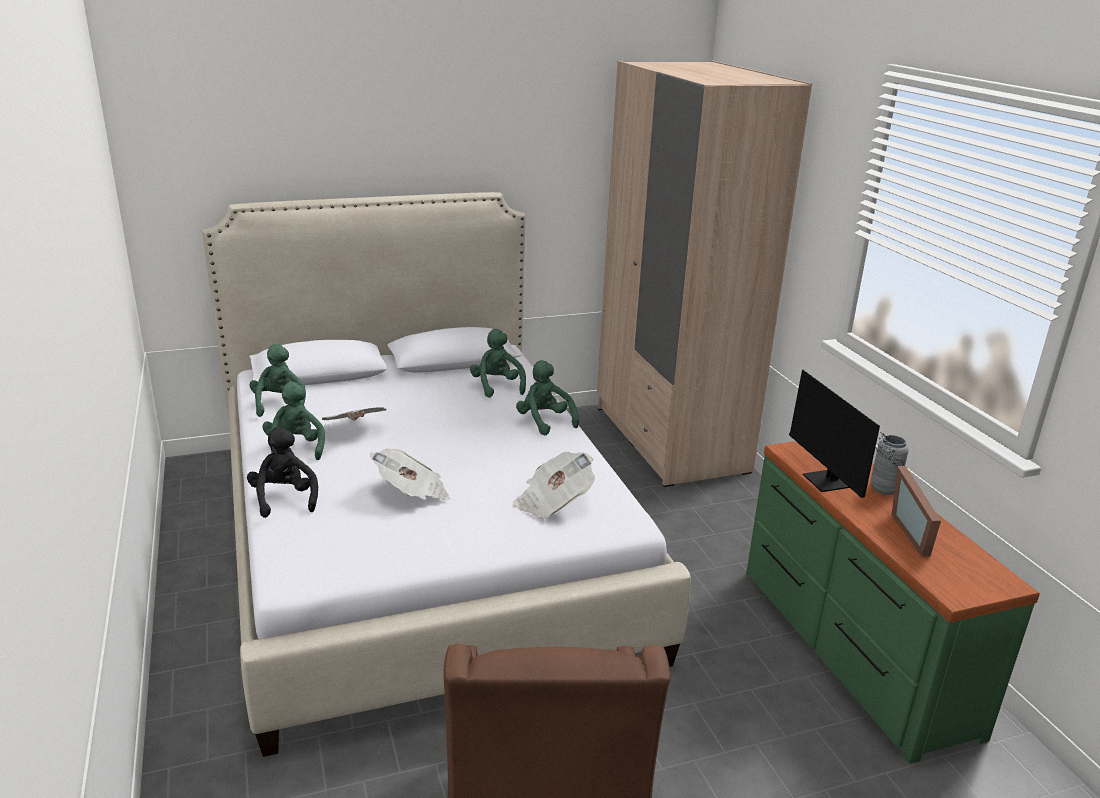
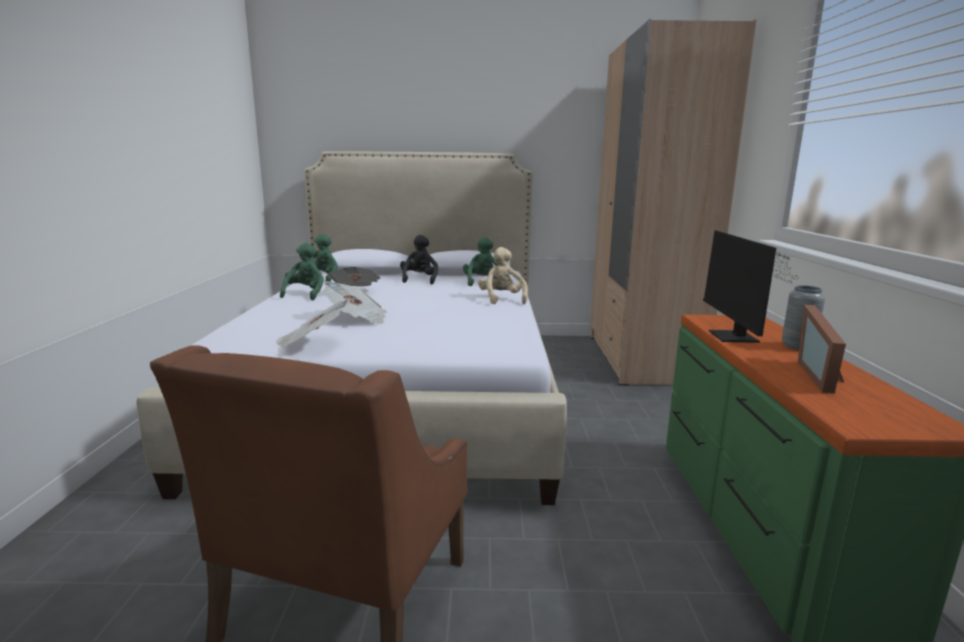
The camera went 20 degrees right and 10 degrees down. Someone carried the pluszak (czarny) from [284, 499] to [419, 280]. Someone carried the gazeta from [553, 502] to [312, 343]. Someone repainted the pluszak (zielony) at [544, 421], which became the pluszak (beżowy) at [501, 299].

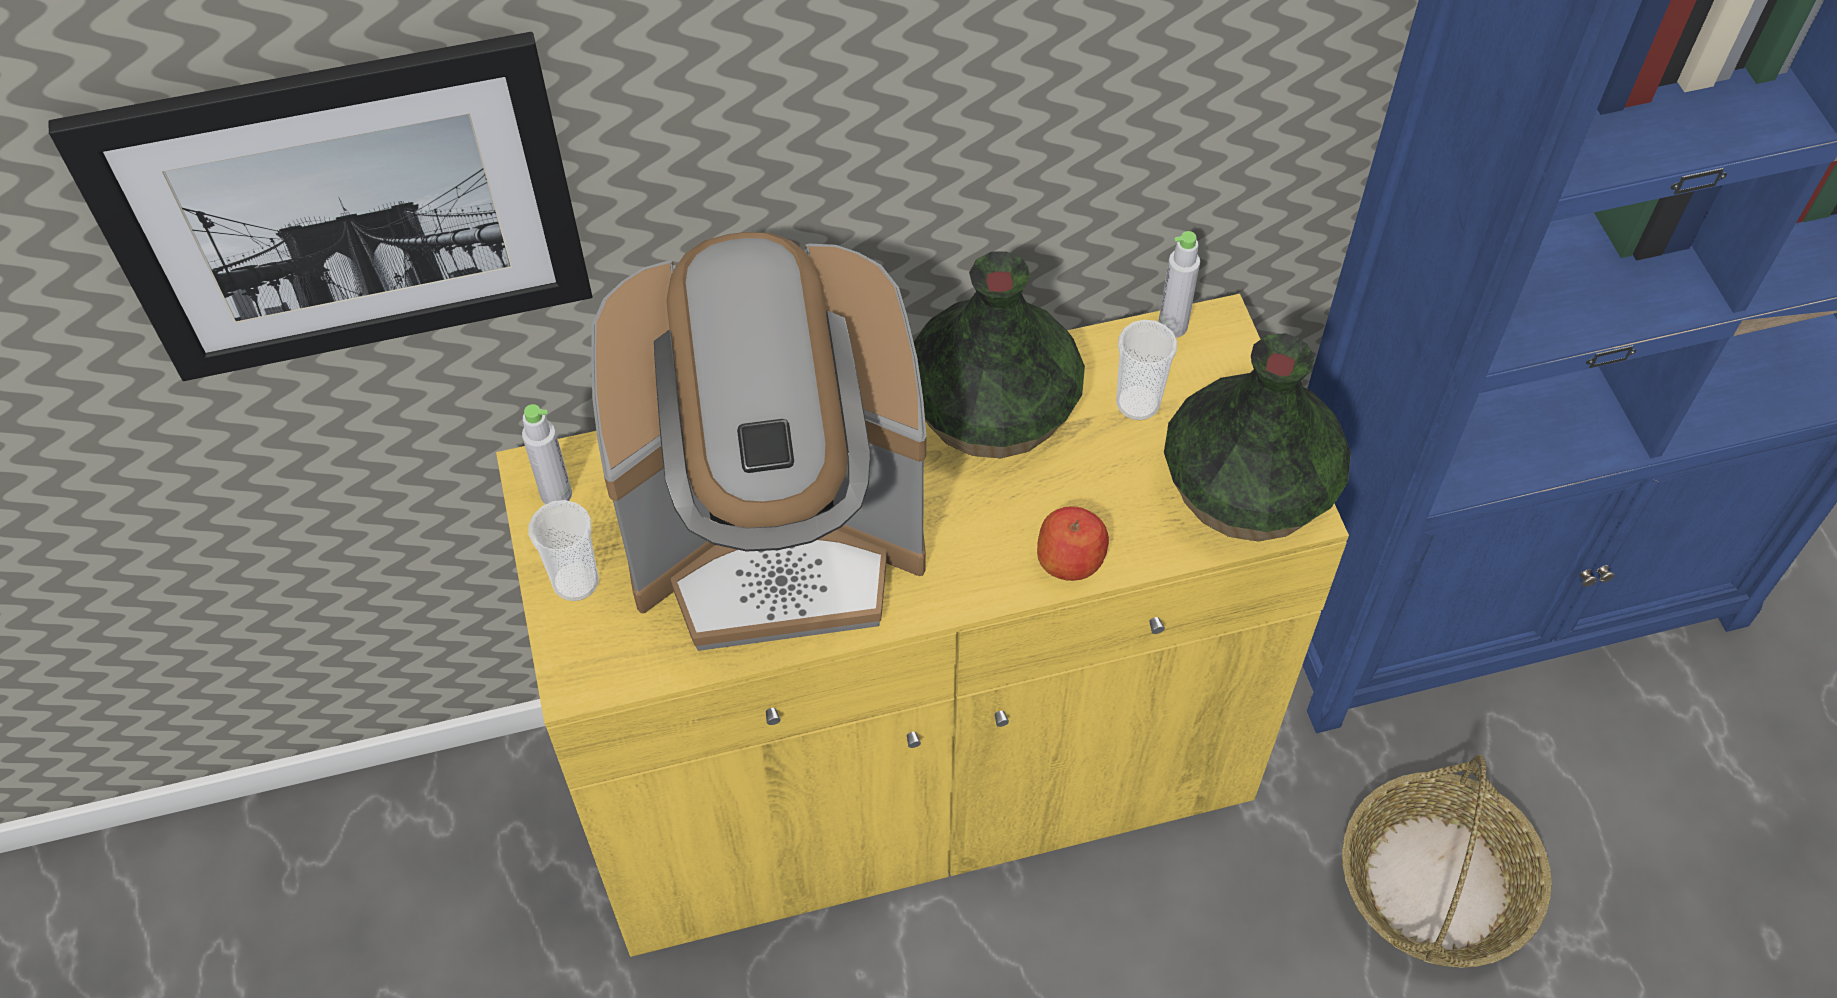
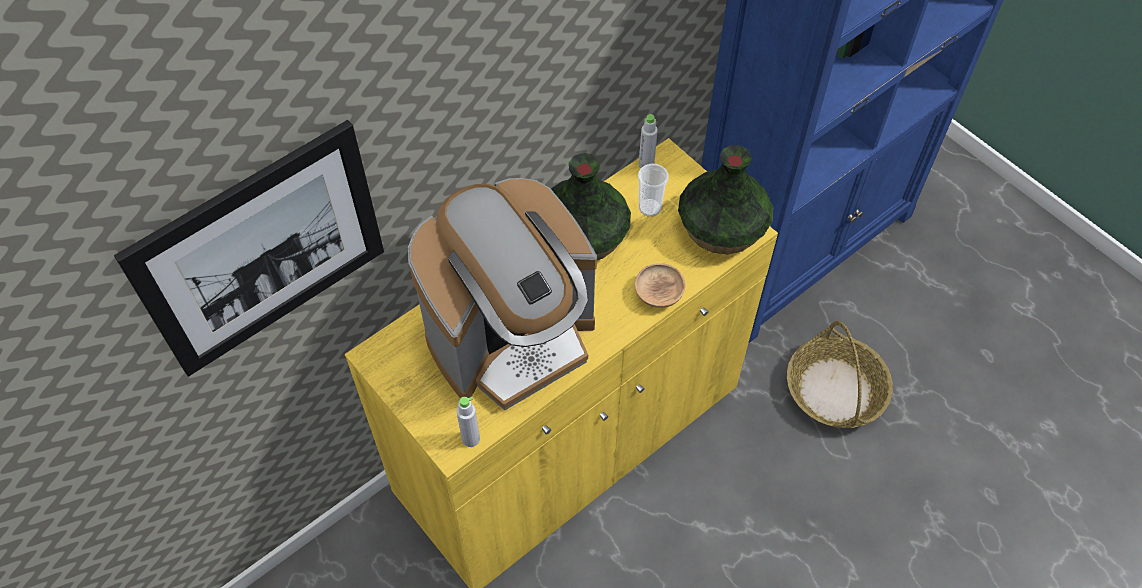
The camera went 25 degrees left and 0 degrees up. Someone carried the butelka (szary) from [556, 494] to [470, 439]. Someone took away the filiżanka at [576, 582]. Someone swapped the jabłko at [1070, 559] for the miska (brązowy) at [658, 294].

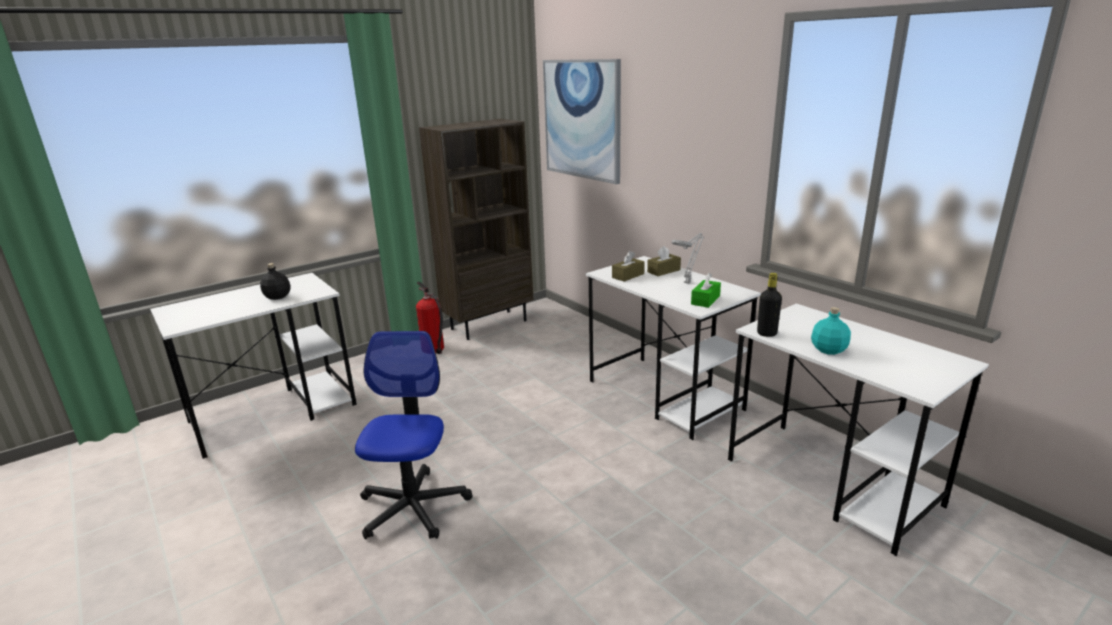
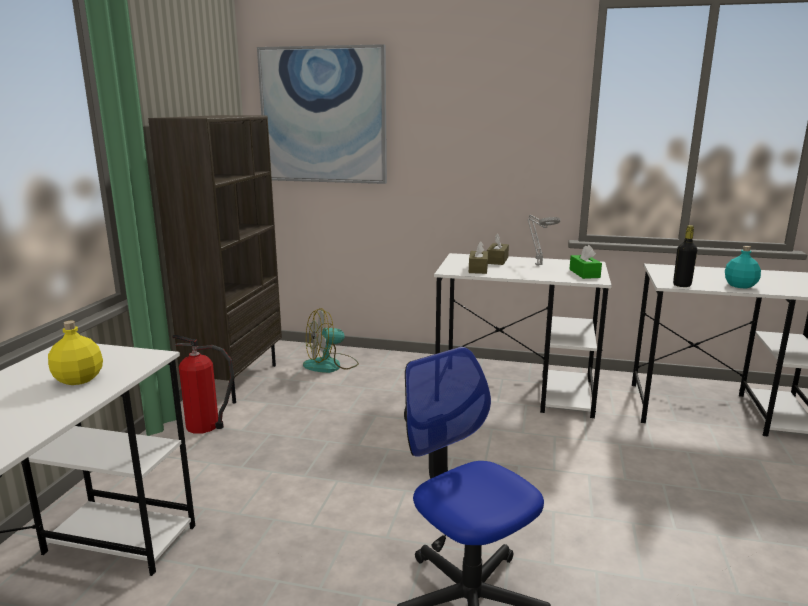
The camera went 40 degrees left and 5 degrees down. Someone repainted the butelka (czarny) at [277, 297], which became the butelka (żółty) at [79, 379]. Someone put down the wentylator at [331, 365].

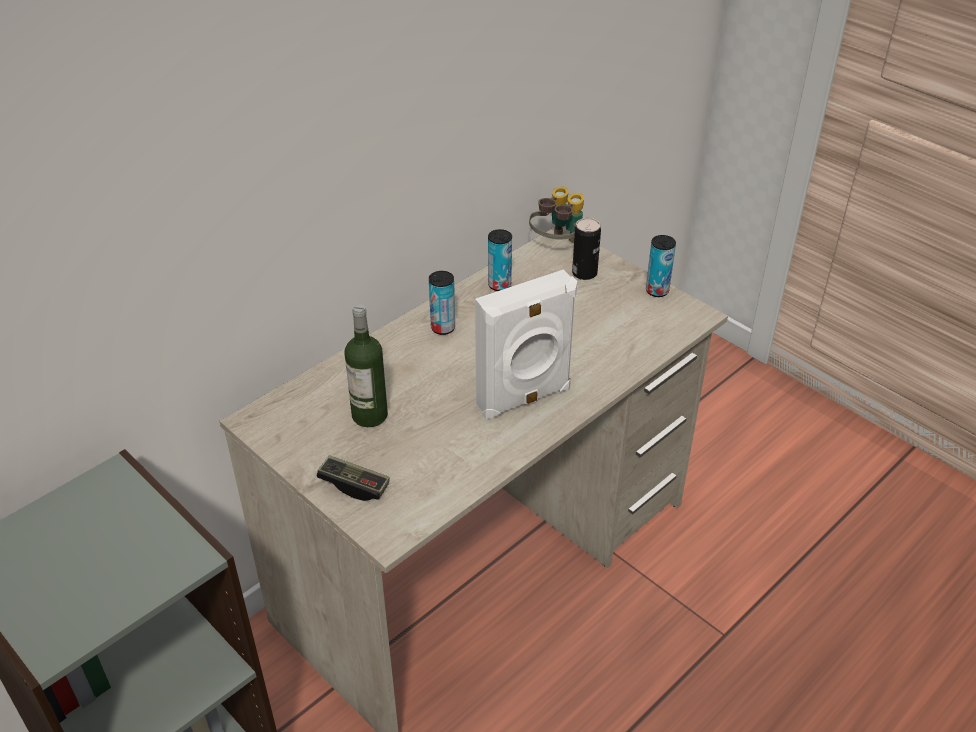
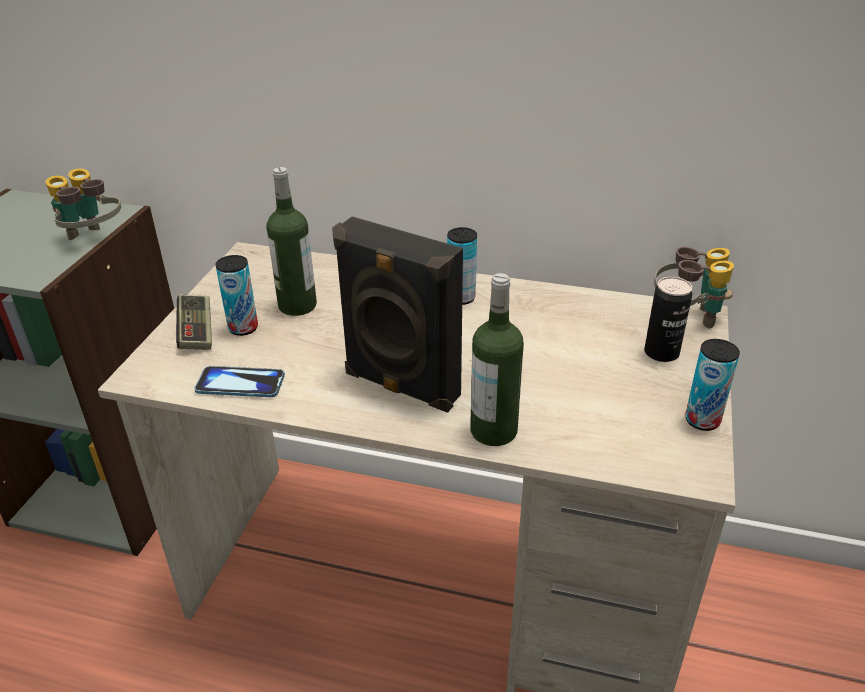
The camera went 60 degrees right and 5 degrees down. Someone repainted the głośnik (biały) at [525, 398], which became the głośnik (czarny) at [400, 387]. Someone carried the puszka from [499, 285] to [243, 328]. Someone put down the lornetka at [92, 240]. Someone put down the telefon at [240, 384]. Someone put down the butelka at [493, 431].

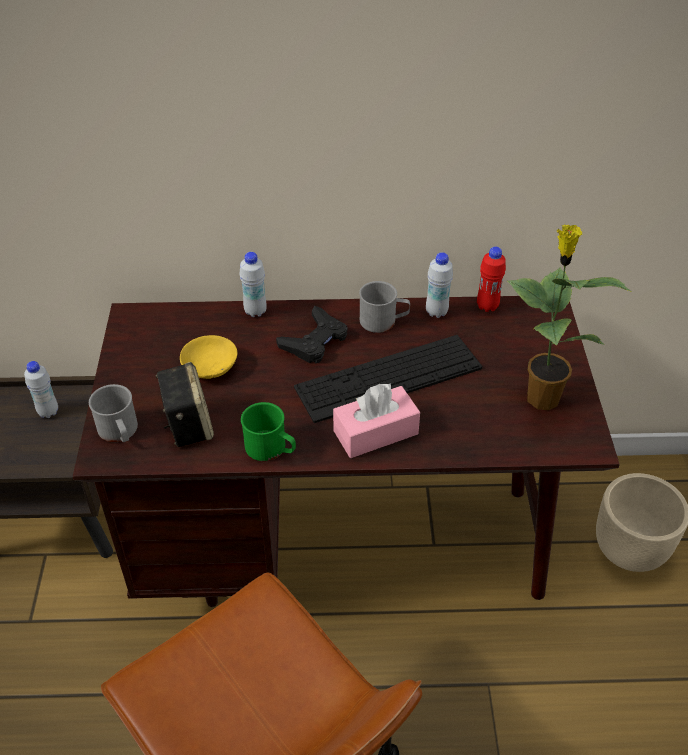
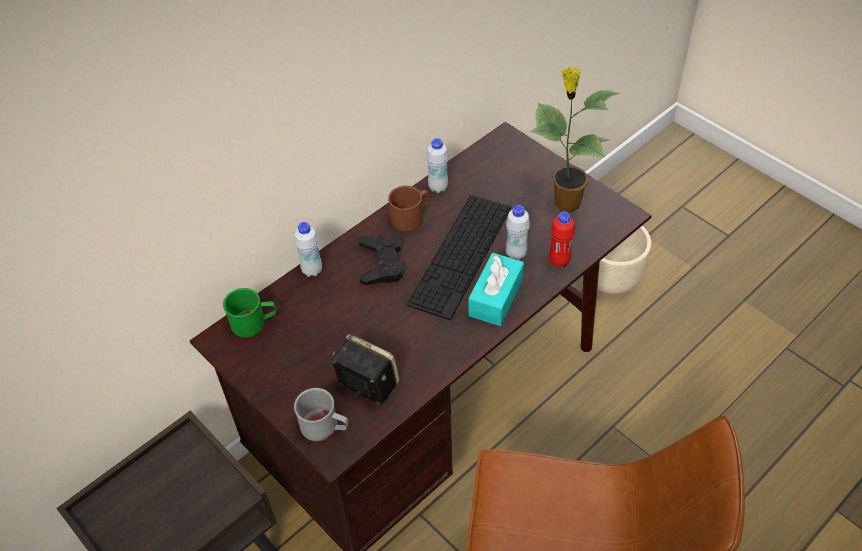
The camera went 40 degrees left and 5 degrees up. Someone carried the butelka (biały) from [48, 412] to [516, 254]. Someone took away the miska (żółty) at [210, 366]. Someone carried the kubek (zielony) from [271, 449] to [254, 323]. Someone repainted the pudełko chusteczek (różowy) at [375, 432], which became the pudełko chusteczek (turkusowy) at [496, 297]. Someone repainted the kubek (szary) at [383, 321], which became the kubek (brązowy) at [411, 217]. Someone carried the butelka (czerwony) from [487, 306] to [559, 261].

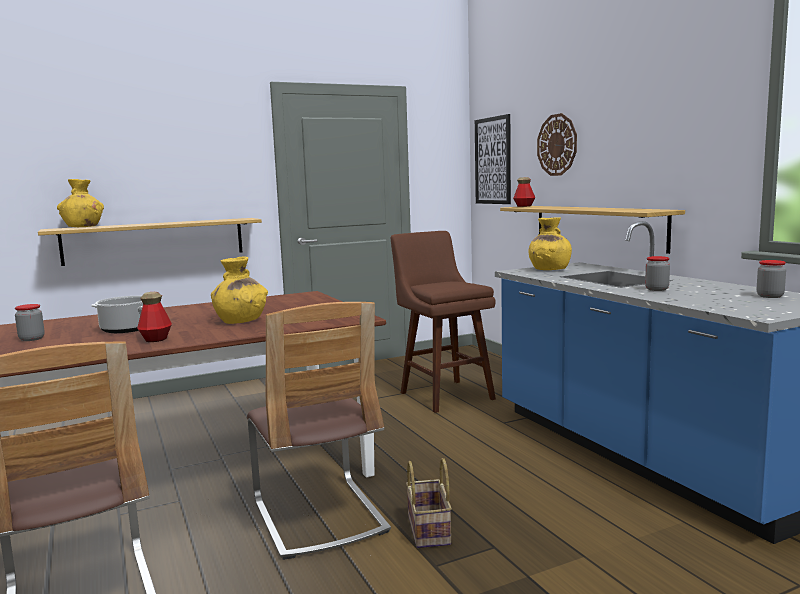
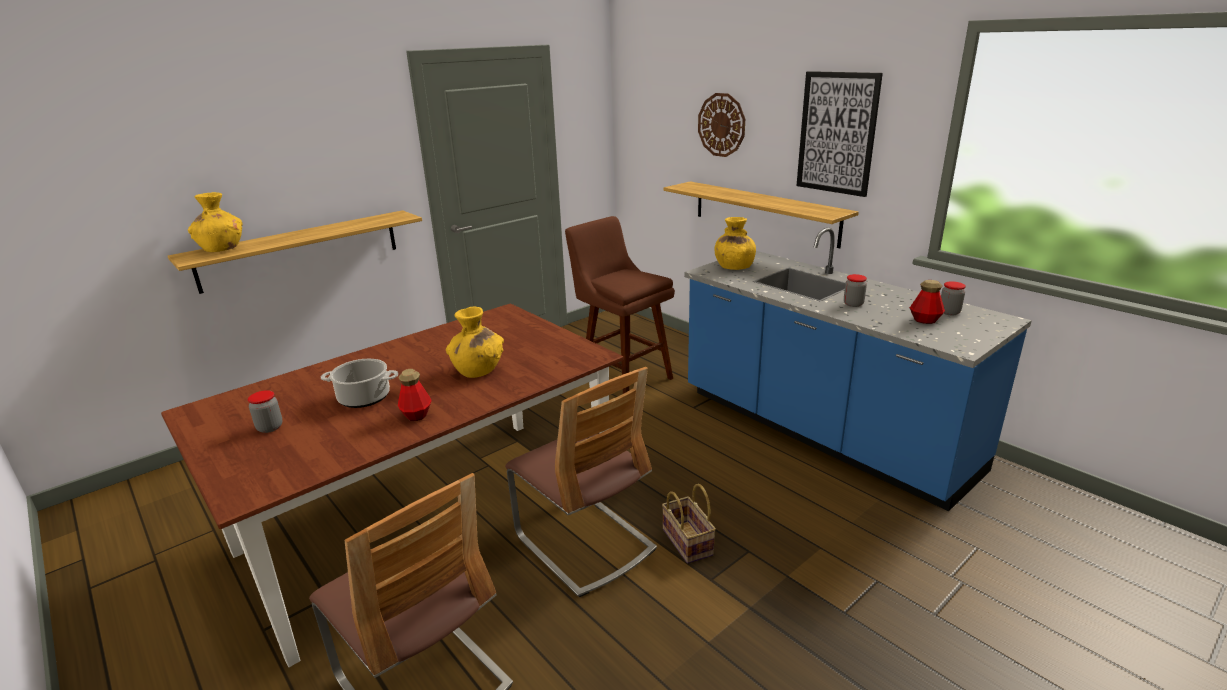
The camera went 15 degrees left and 15 degrees up. Someone carried the obraz from [493, 161] to [837, 133]. Someone carried the butelka from [524, 206] to [925, 320].

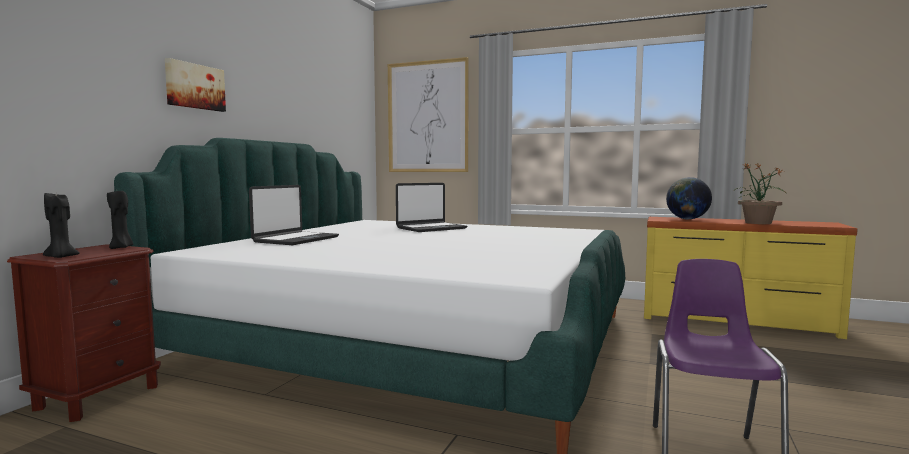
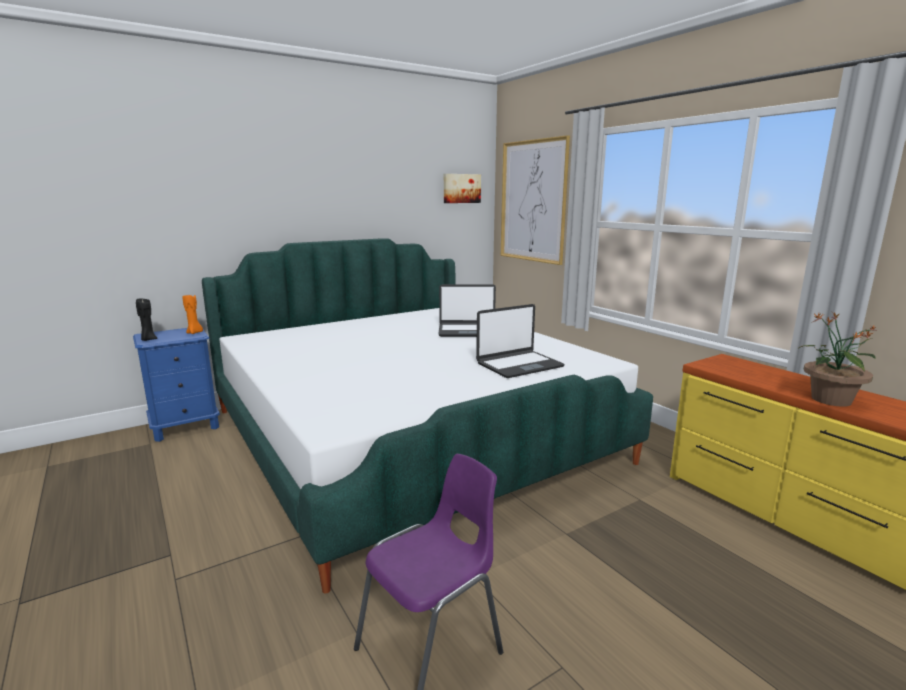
The camera went 35 degrees right and 10 degrees up. Someone repainted the szafka nocna (brązowy) at [98, 397], which became the szafka nocna (niebieski) at [185, 427]. Someone repainted the świeca (czarny) at [122, 247], which became the świeca (pomarańczowy) at [194, 333]. Someone carried the obraz from [194, 86] to [461, 188]. Someone carried the laptop from [295, 239] to [519, 365]. Someone took away the globus at [687, 219].

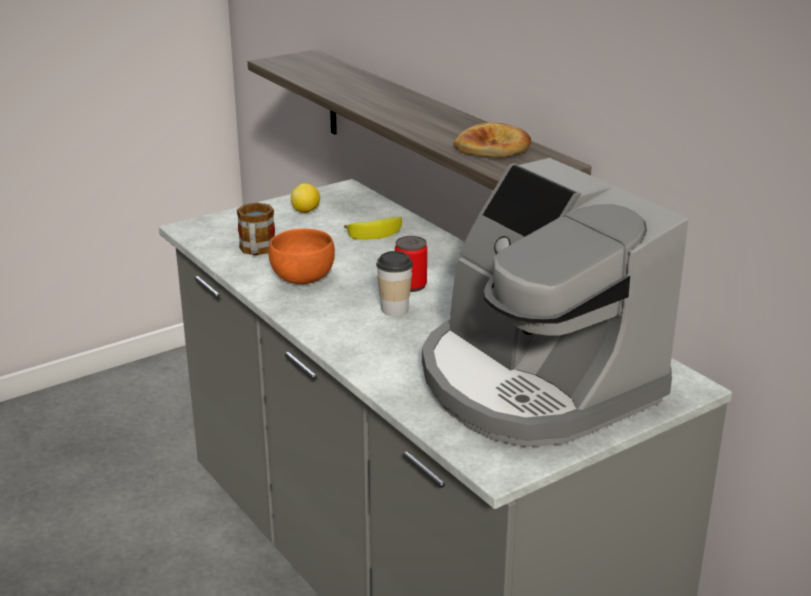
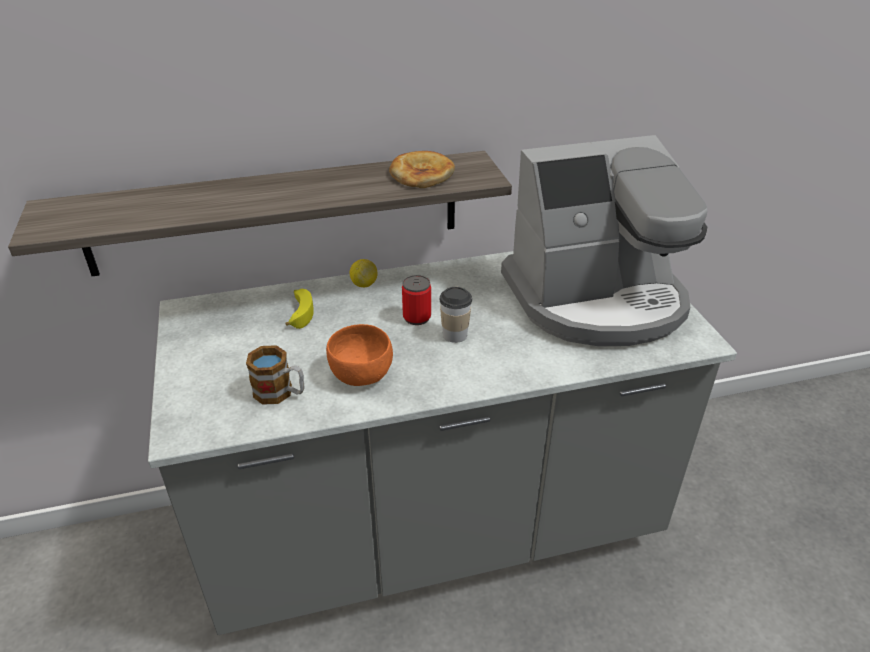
The camera went 70 degrees left and 10 degrees up. Someone carried the cytryna from [306, 211] to [364, 284].

